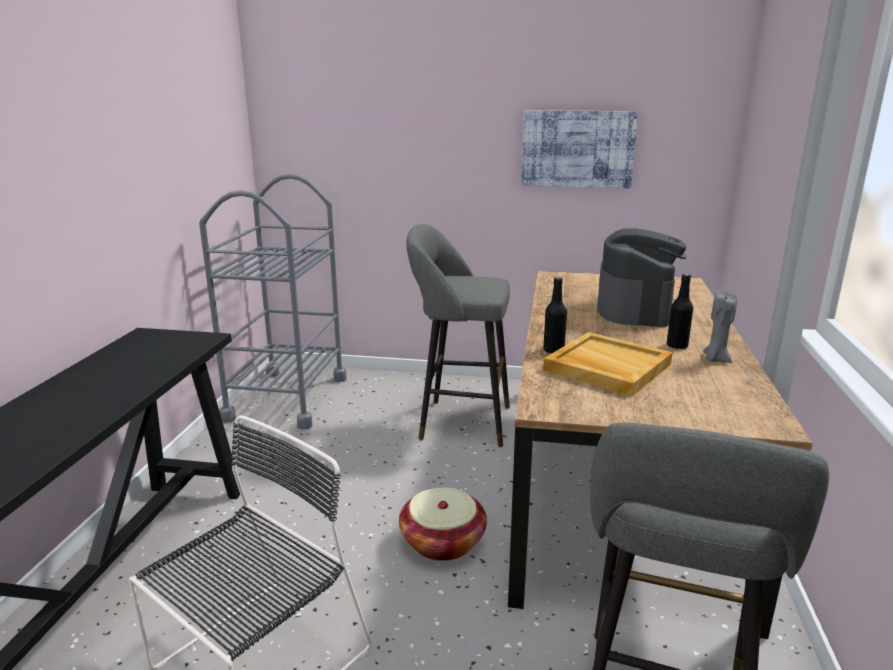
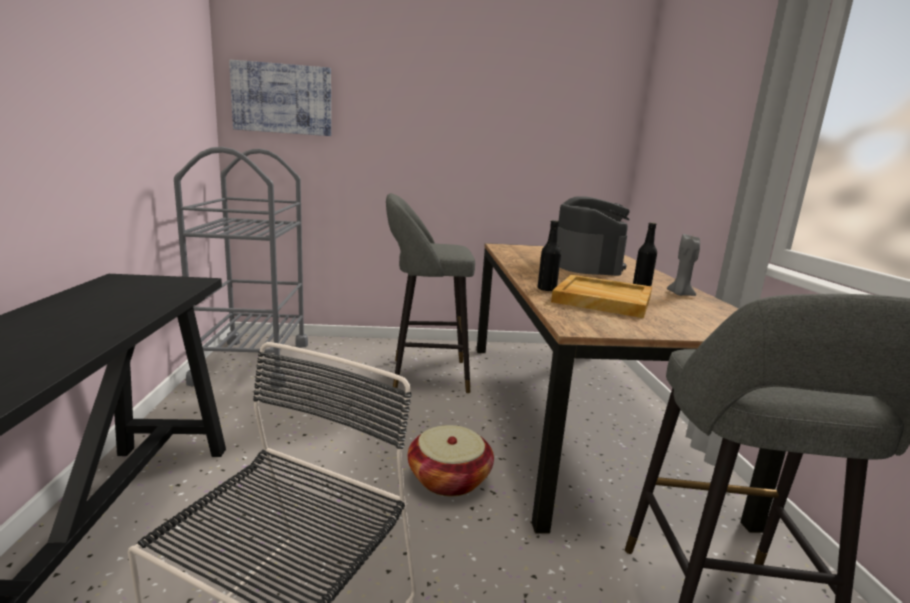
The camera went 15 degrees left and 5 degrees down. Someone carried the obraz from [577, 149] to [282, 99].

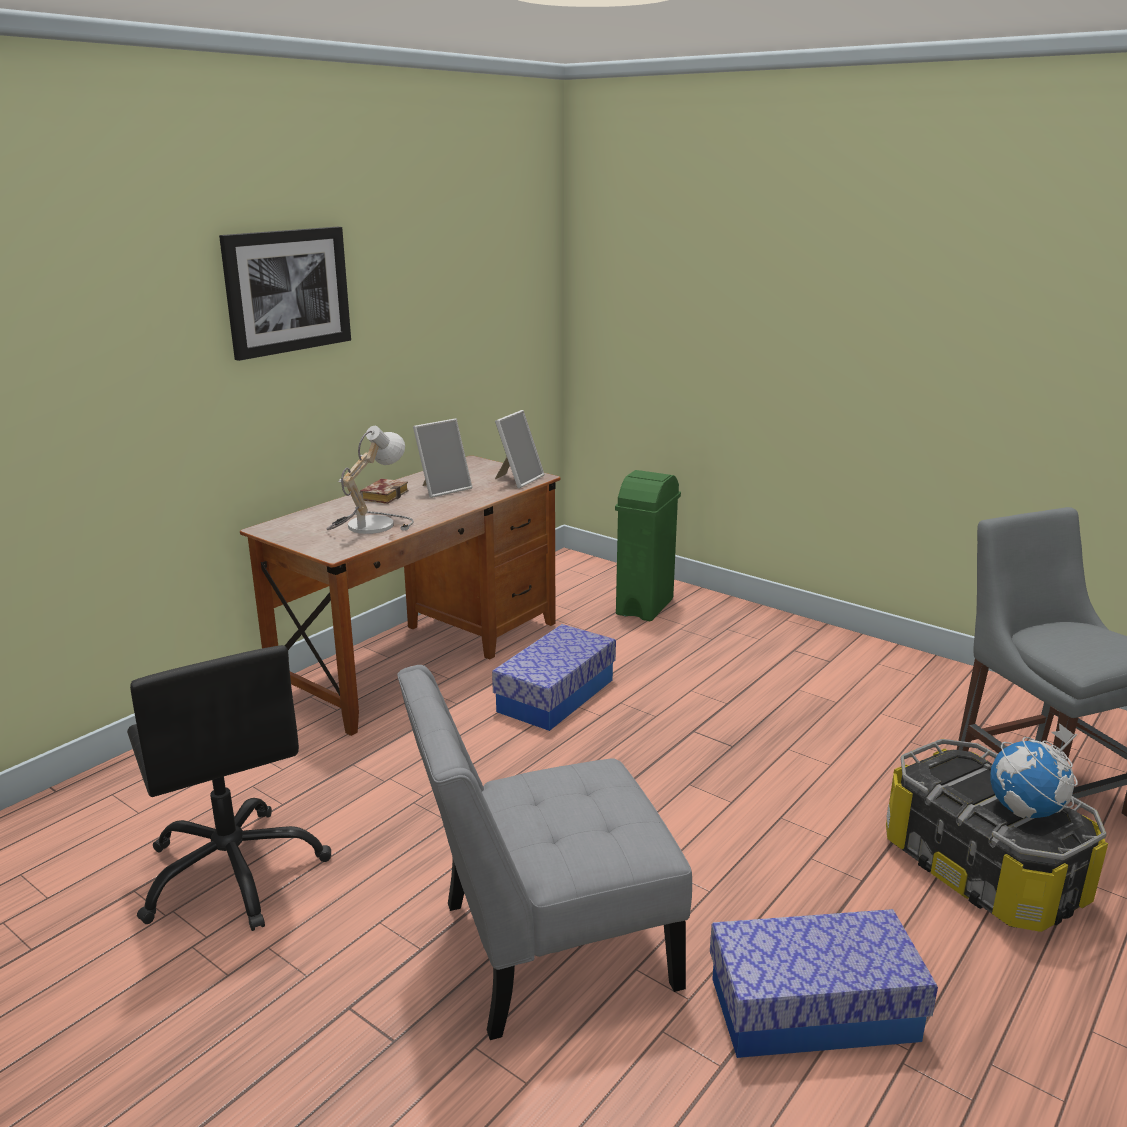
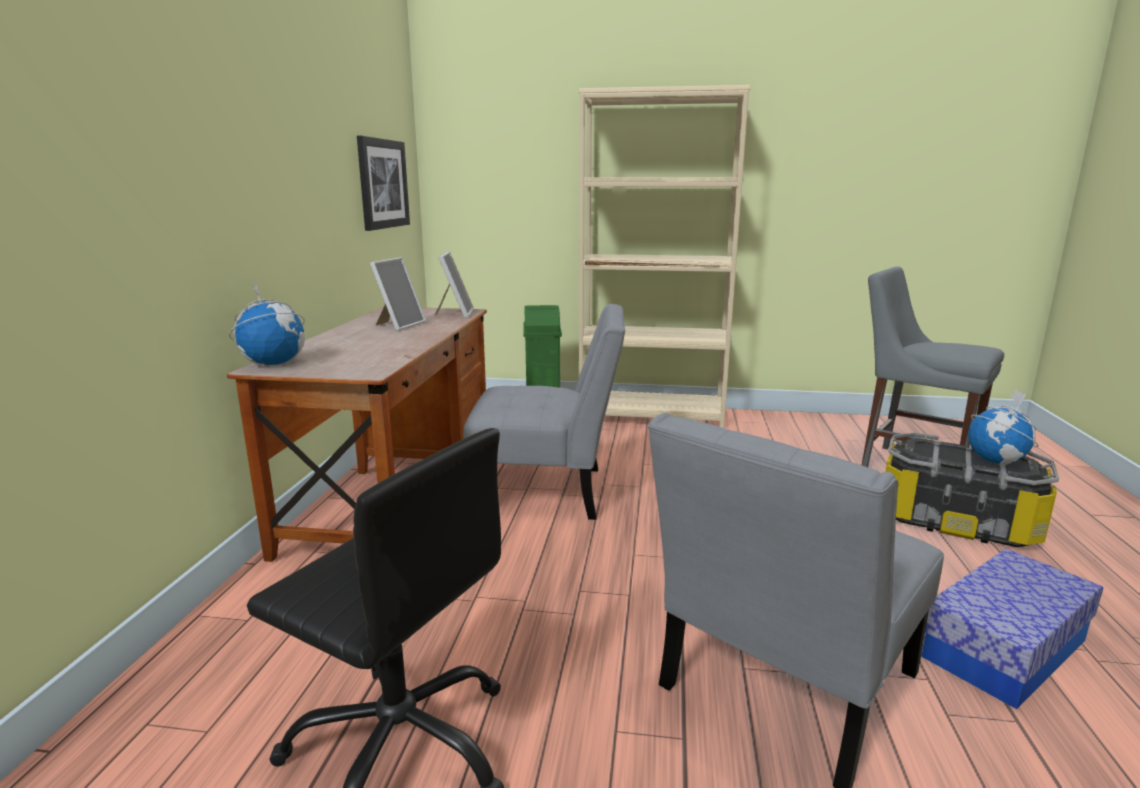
The camera went 30 degrees left and 5 degrees down. Someone carried the obraz from [287, 291] to [382, 184]. Someone took away the lampa stołowa at [368, 524]. Someone took away the książka at [384, 495]. Someone swapped the pojemnik do przechowywania at [556, 695] for the krzesło (szary) at [548, 492]. Someone put down the globus at [274, 364]. Someone put down the regał (beżowy) at [651, 416].

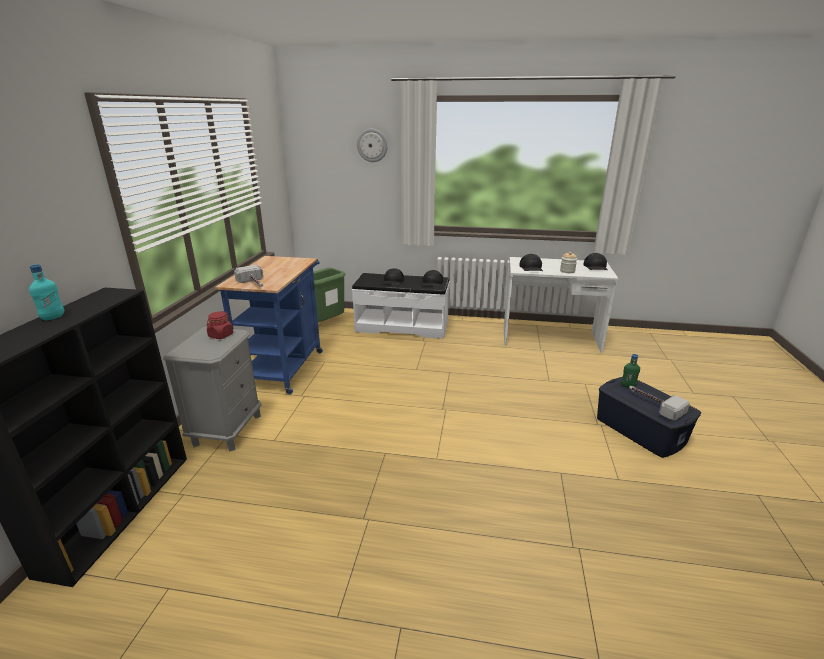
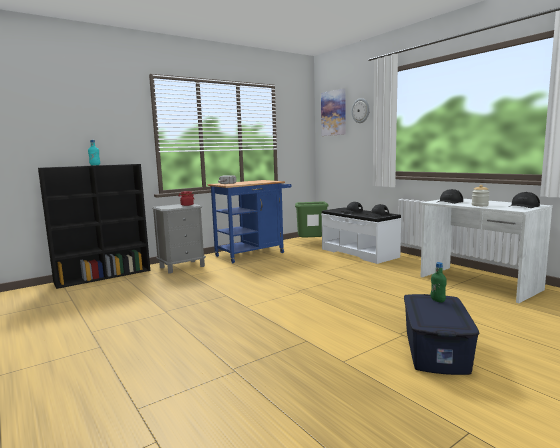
The camera went 45 degrees right and 15 degrees down. Someone took away the młotek at [654, 404]. Someone put up the obraz at [333, 113].

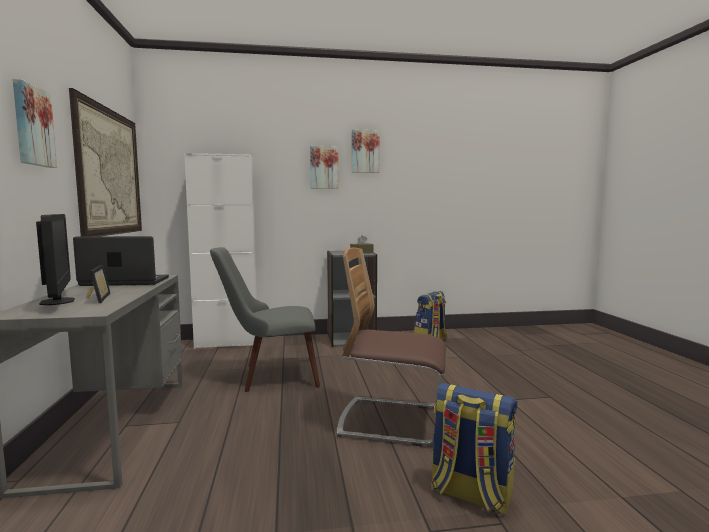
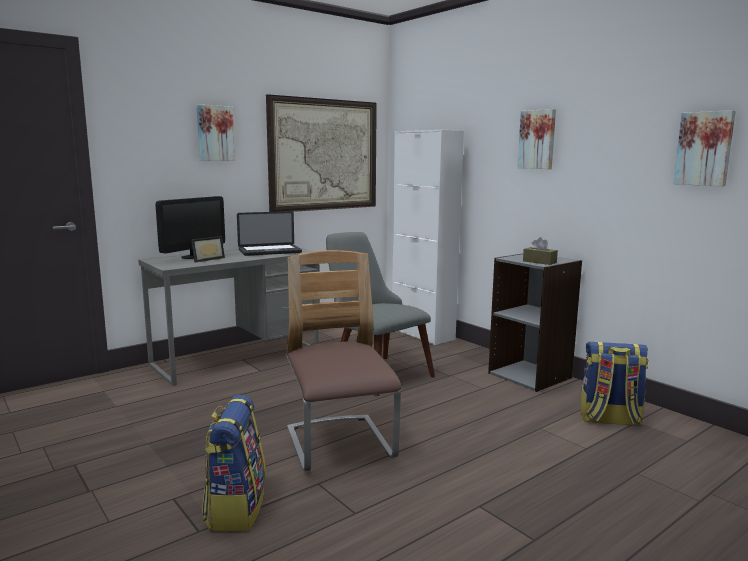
The camera went 60 degrees right and 5 degrees up. Someone rotated the laptop at [125, 282] by 105 degrees clockwise. Someone carried the obraz from [365, 151] to [704, 148].

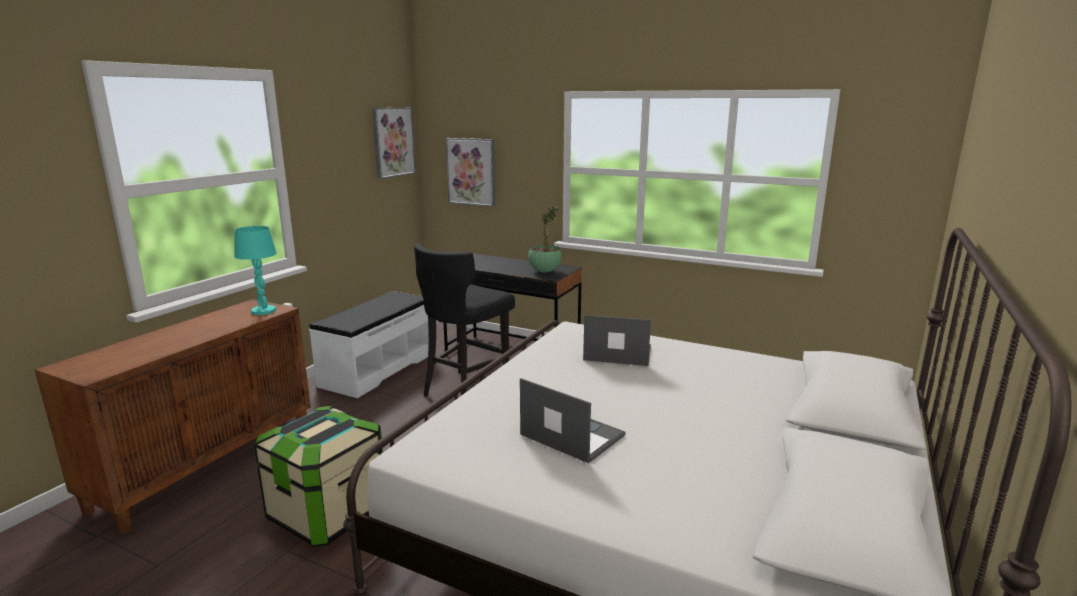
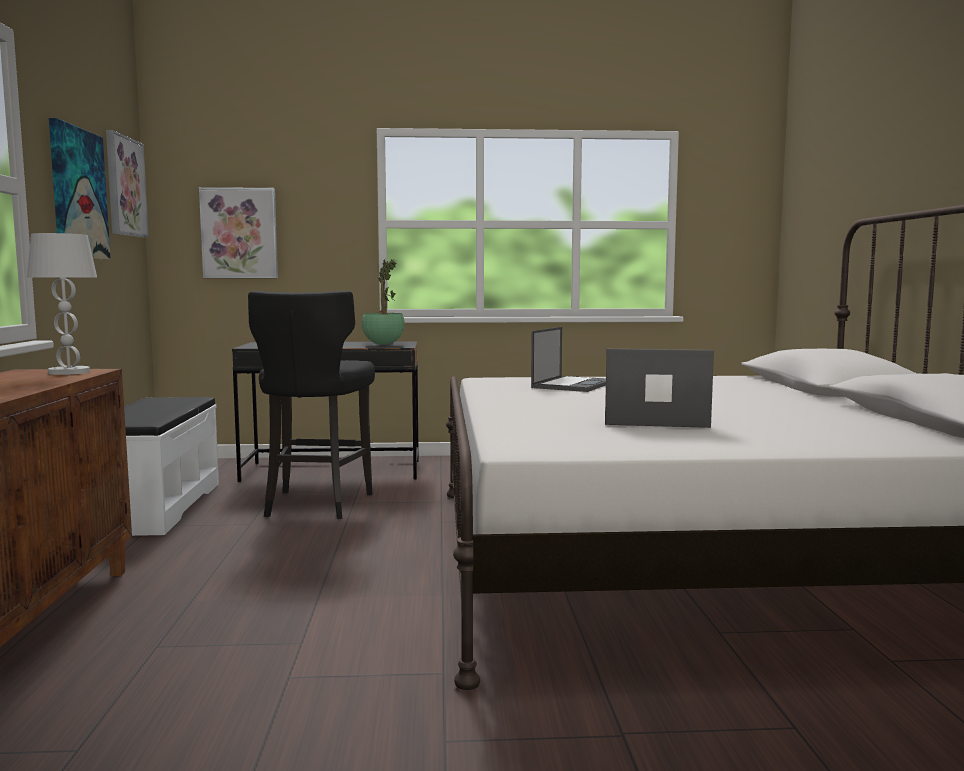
The camera went 30 degrees left and 10 degrees down. Someone repainted the lampa stołowa (turkusowy) at [263, 311], which became the lampa stołowa (biały) at [68, 372]. Someone took away the pojemnik do przechowywania at [328, 513]. Someone rotated the laptop at [616, 353] by 135 degrees clockwise. Someone put up the obraz at [78, 194].

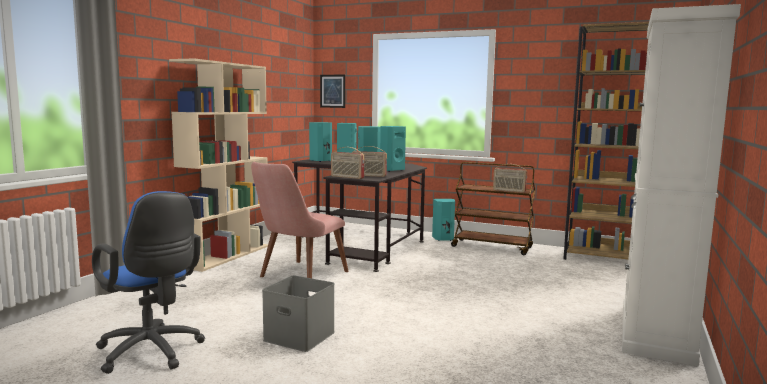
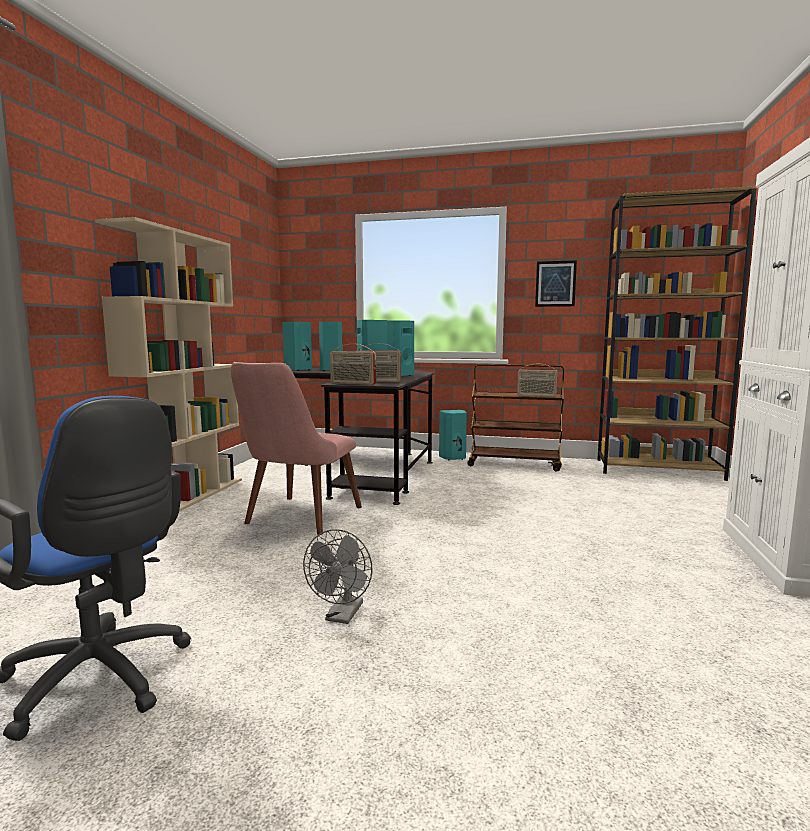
The camera went 10 degrees left and 0 degrees up. Someone swapped the pojemnik do przechowywania (szary) at [301, 336] for the wentylator (szary) at [342, 616]. Someone carried the obraz from [332, 91] to [555, 283].

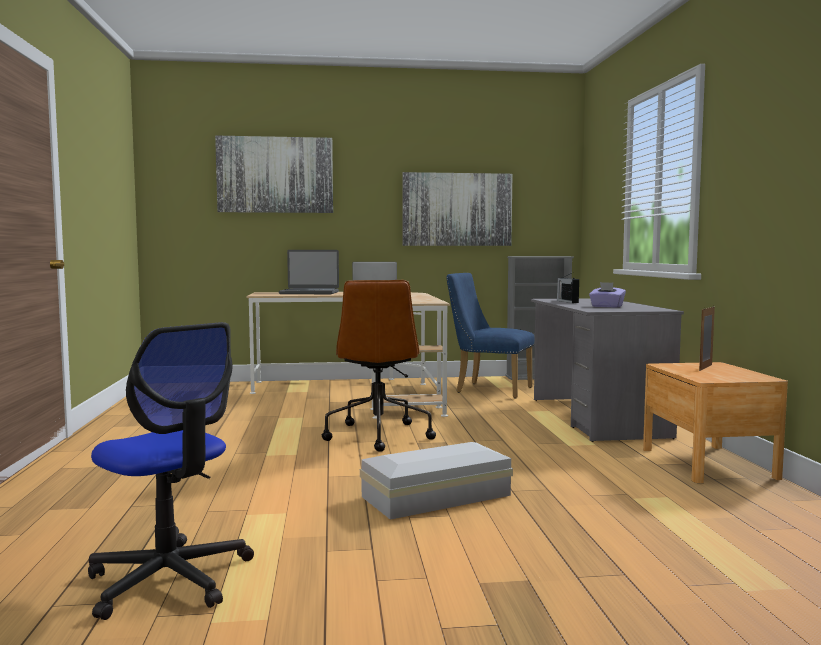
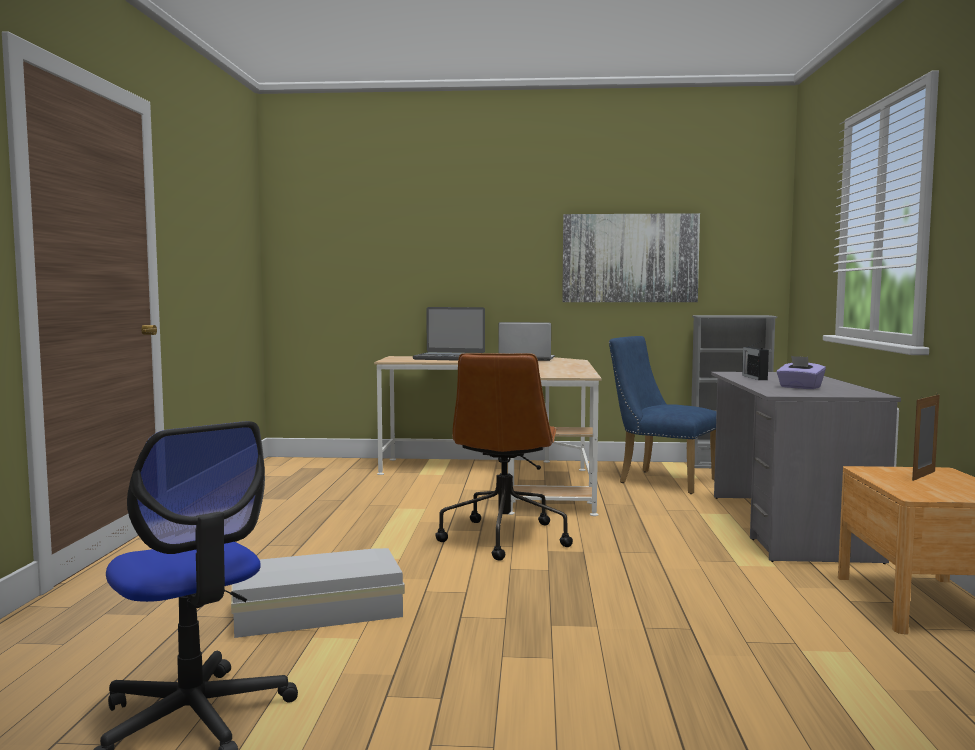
The camera went 10 degrees right and 0 degrees up. Someone took away the obraz at [275, 175]. Someone carried the pojemnik do przechowywania (biały) from [439, 496] to [320, 612].

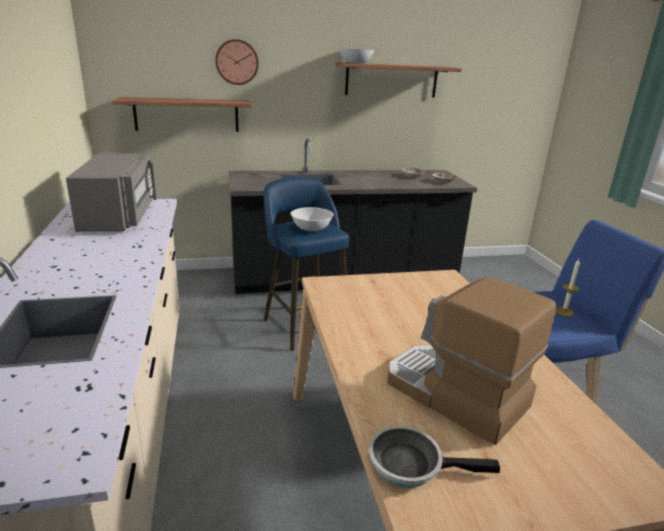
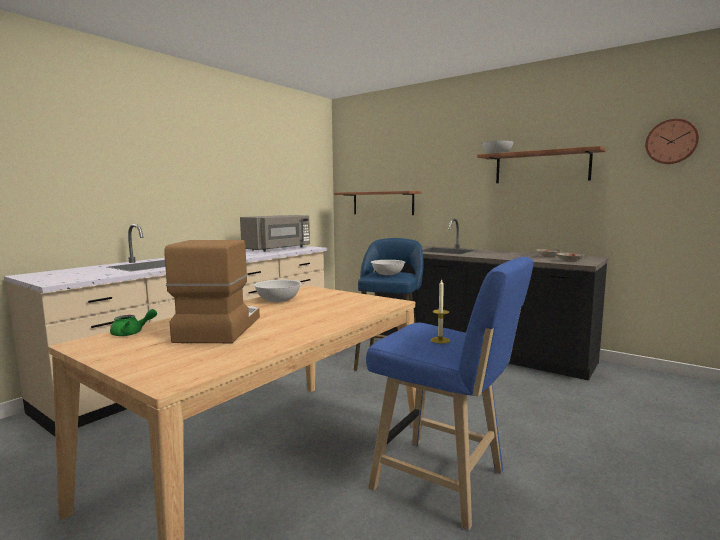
The camera went 50 degrees right and 15 degrees down. Someone carried the zegar ścienny from [236, 62] to [671, 142]. Someone swapped the patelnia at [411, 464] for the imbryk (zielony) at [132, 333]. Someone put down the miska (biały) at [278, 300].

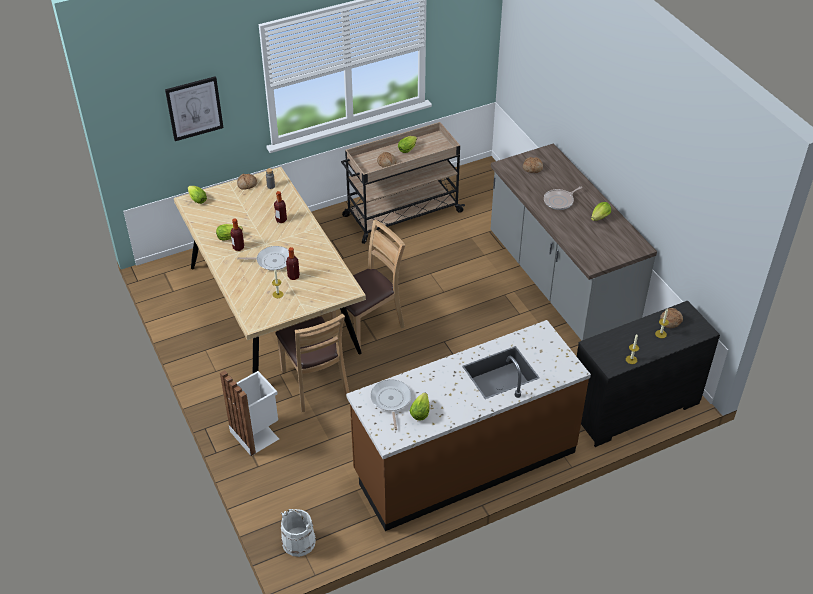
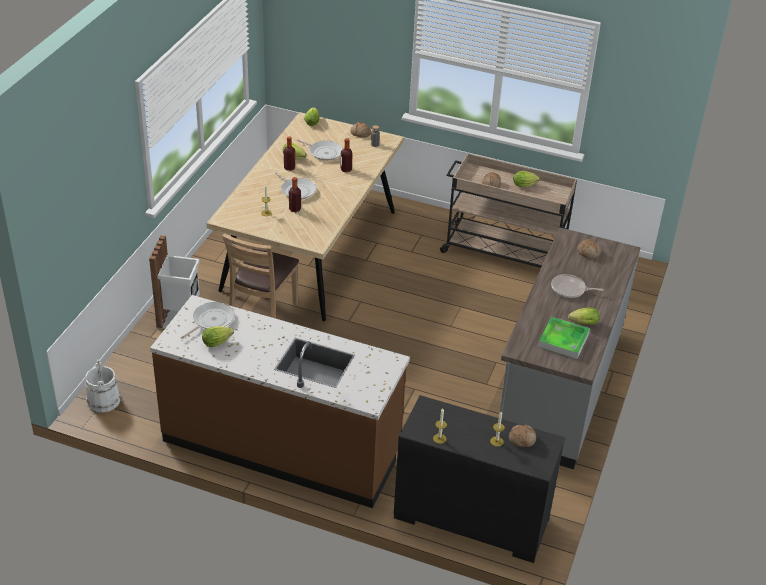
The camera went 45 degrees right and 5 degrees down. Someone took away the obraz at [194, 108]. Someone took away the krzesło (brązowy) at [368, 325]. Someone put down the patelnia at [324, 152]. Someone put down the taca at [563, 340].

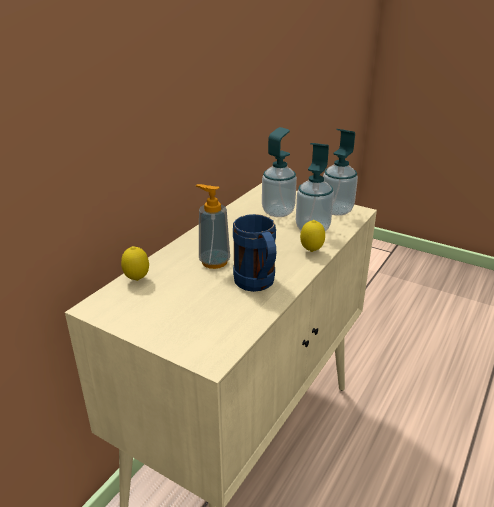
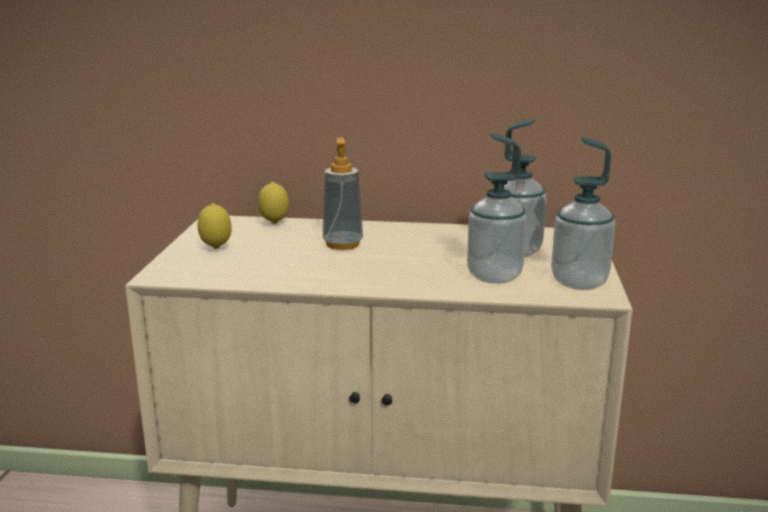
The camera went 65 degrees right and 10 degrees down. Someone took away the kubek (niebieski) at [257, 286]. Someone carried the cytryna from [311, 251] to [216, 248].

